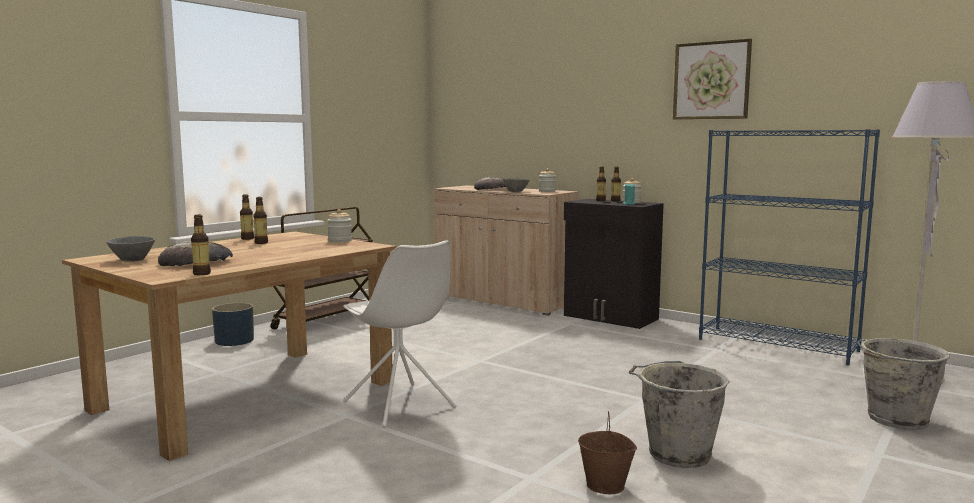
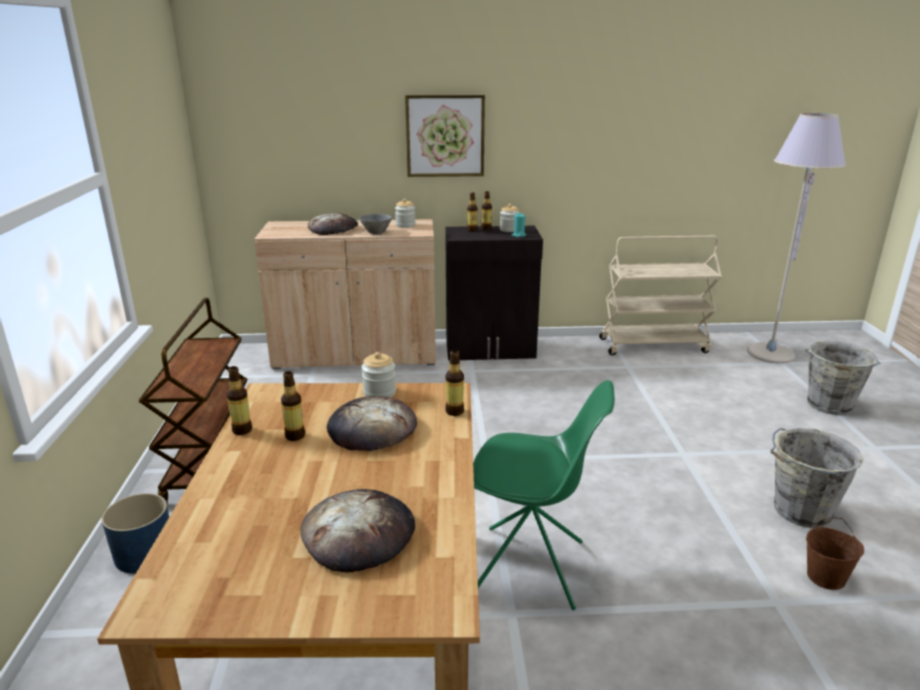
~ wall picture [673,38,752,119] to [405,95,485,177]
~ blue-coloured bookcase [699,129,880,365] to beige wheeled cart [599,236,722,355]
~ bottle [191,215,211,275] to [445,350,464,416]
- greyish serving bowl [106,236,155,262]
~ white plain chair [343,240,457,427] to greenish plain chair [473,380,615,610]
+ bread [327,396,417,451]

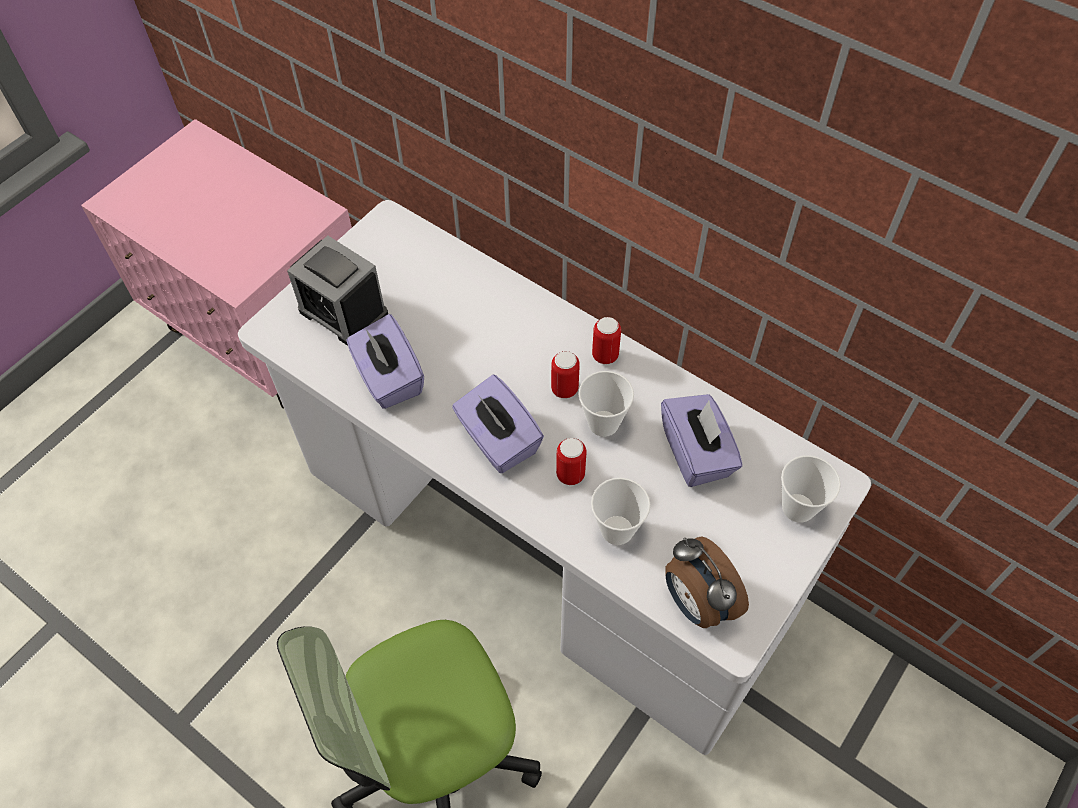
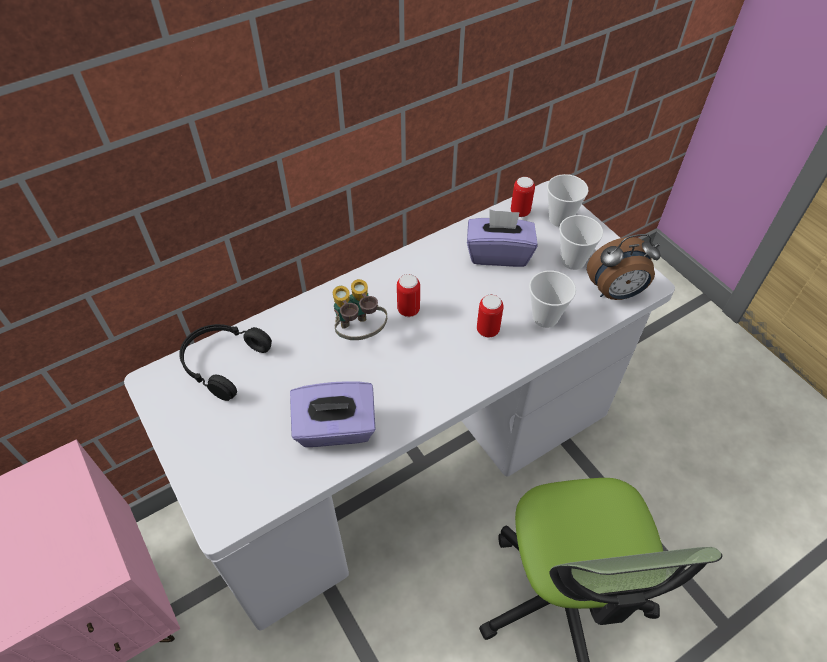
- alarm clock [287,236,388,346]
~ sealed can [592,317,621,364] to [511,177,535,217]
~ small cup [578,371,634,437] to [559,215,603,270]
- purple tissue holder [452,375,544,473]
+ binoculars [333,279,387,340]
+ blackish headset [179,324,272,401]

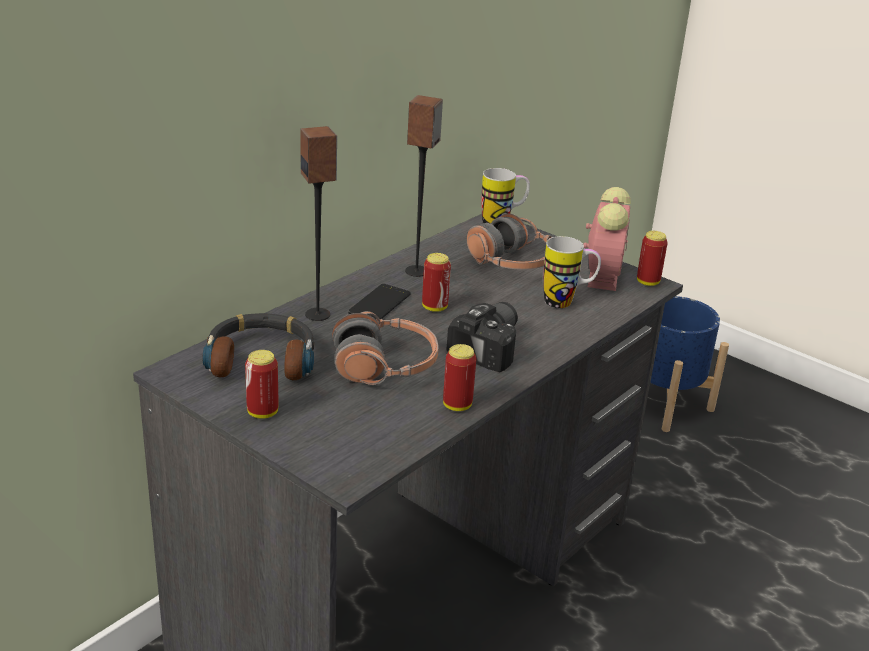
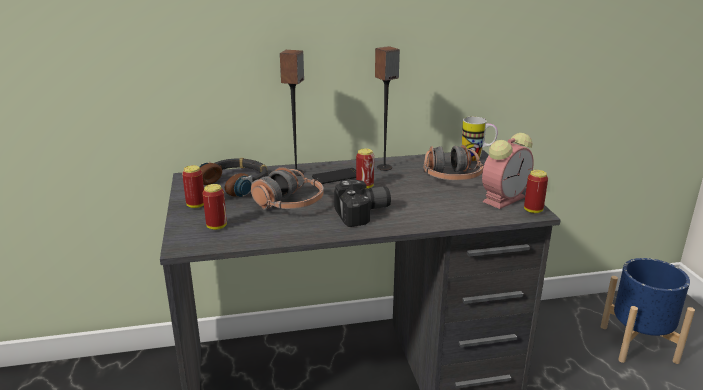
- coffee mug [543,236,601,308]
~ sealed can [443,344,476,411] to [203,184,227,230]

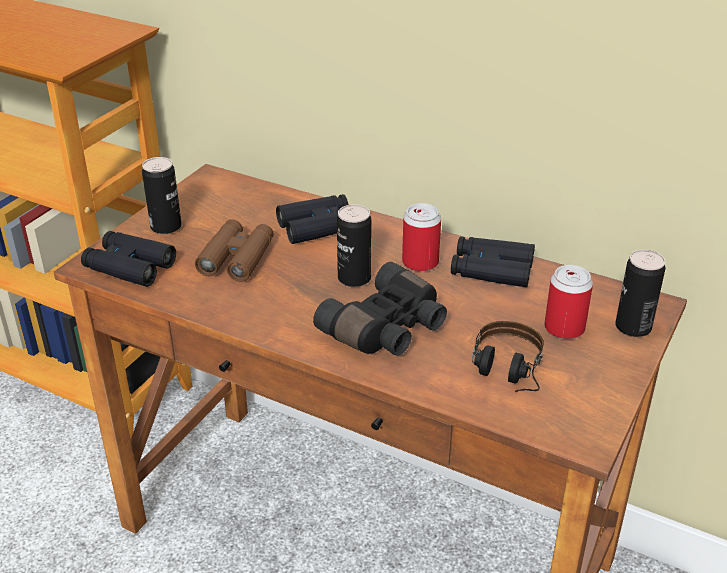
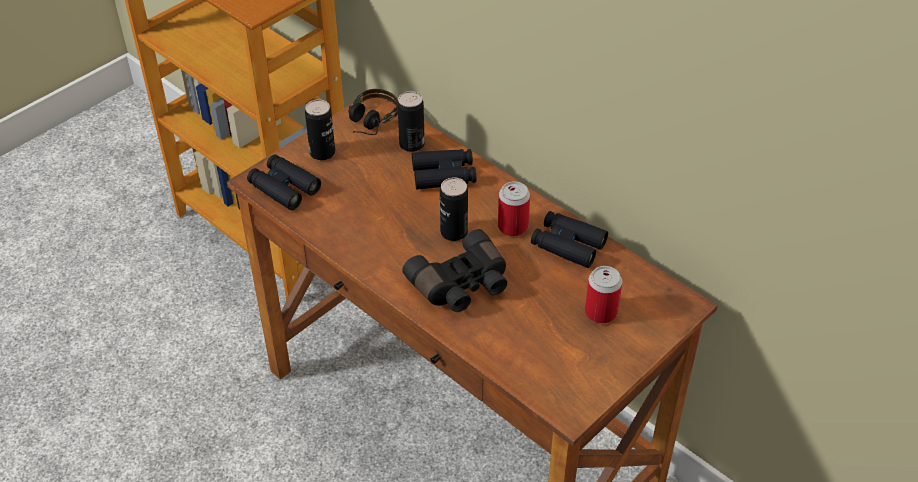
- brown binoculars [195,219,274,282]
~ sealed can [615,249,666,337] to [397,91,425,152]
~ headset [472,321,544,392] to [348,89,398,135]

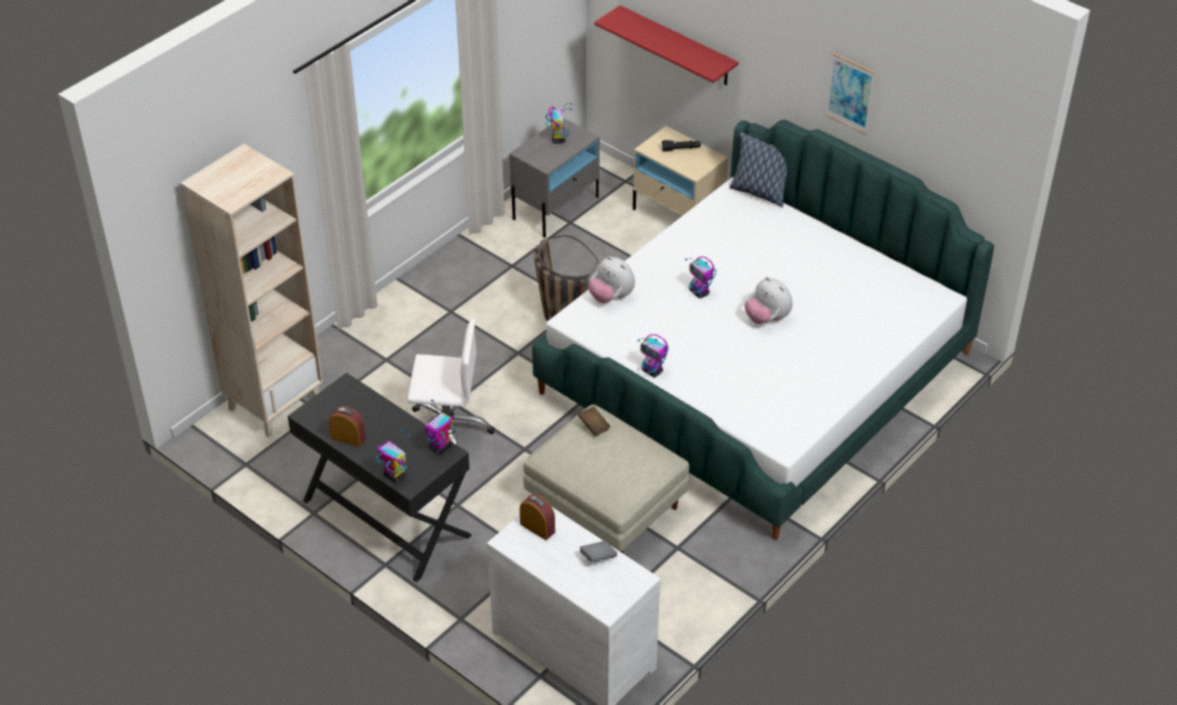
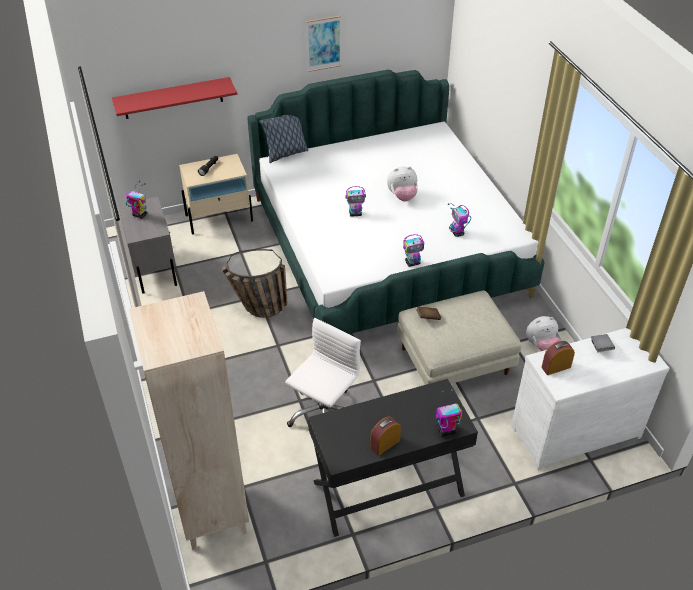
~ soft toy [588,256,635,303] to [526,316,561,351]
~ toy robot [423,399,456,455] to [448,203,471,237]

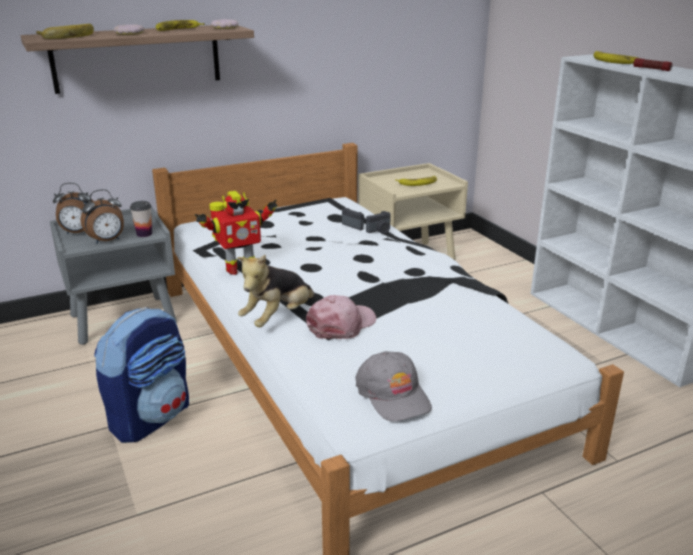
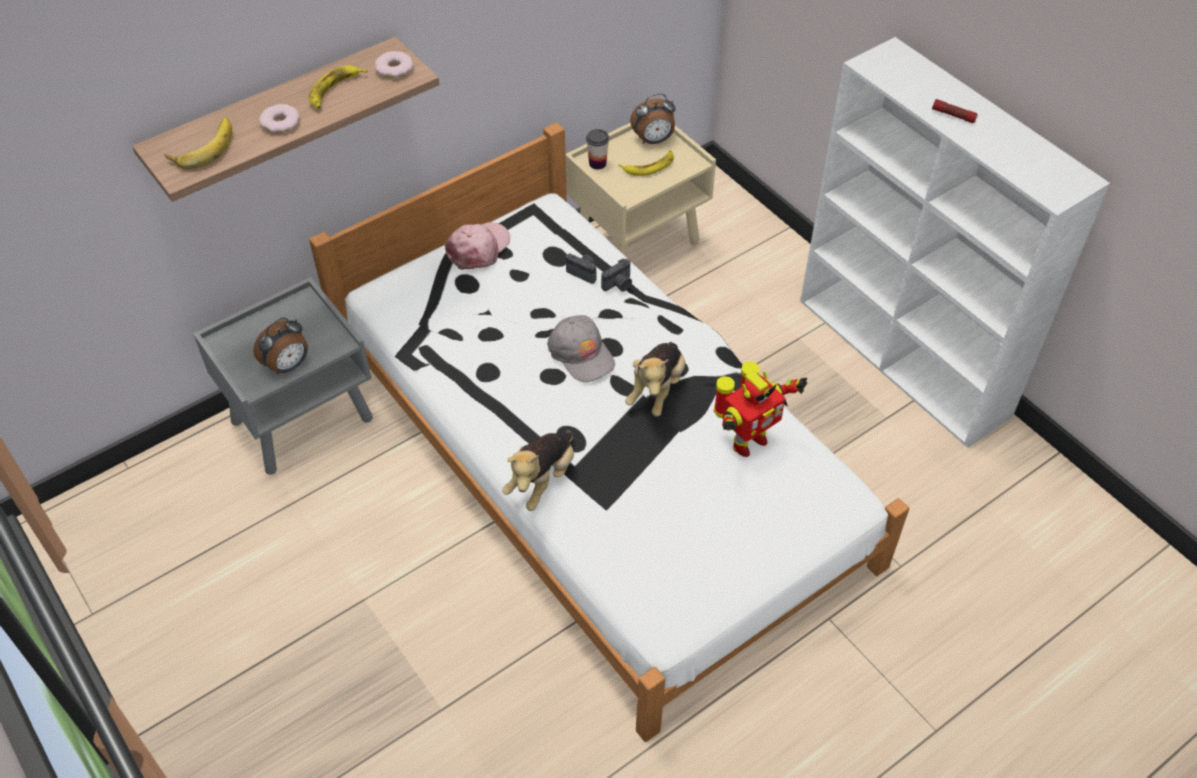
- banana [593,51,639,64]
~ alarm clock [53,183,94,234] to [630,94,676,144]
~ toy robot [195,191,278,275] to [714,361,807,457]
~ small cup [130,201,152,237] to [586,129,609,170]
~ pink-coloured peaked cap [306,295,376,339] to [445,222,510,270]
- backpack [94,307,189,443]
~ greyish peaked cap [356,351,432,421] to [547,315,615,382]
+ soft toy [625,342,685,417]

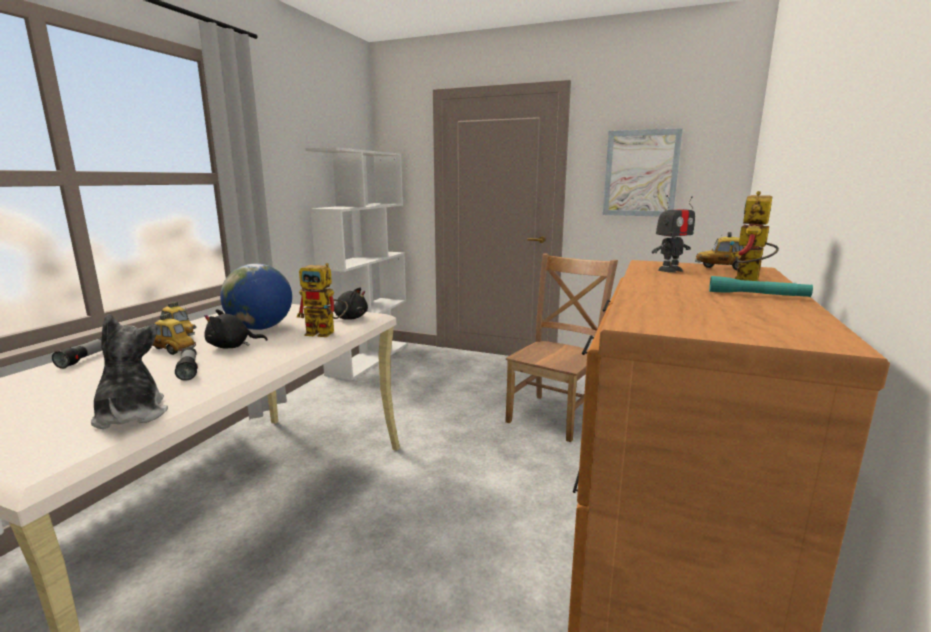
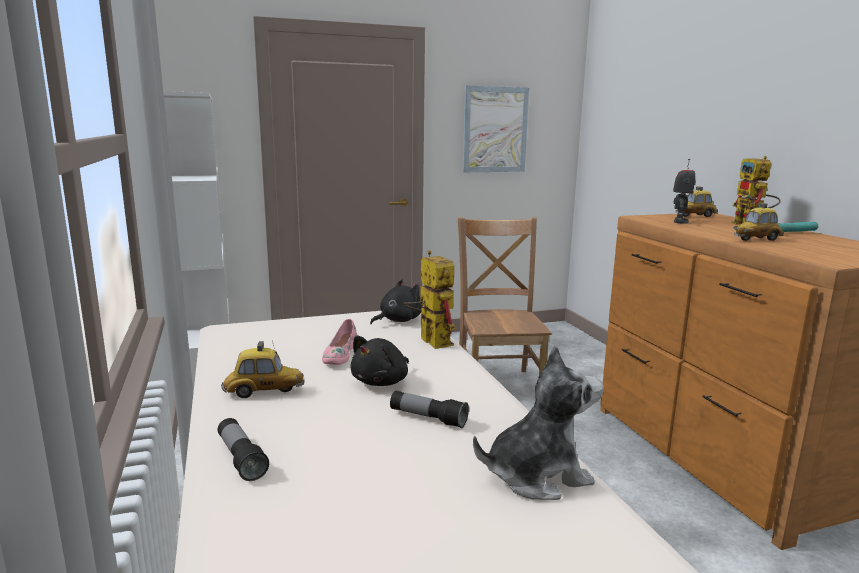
~ toy robot [297,263,348,337] = [404,251,456,349] 90 degrees counterclockwise
~ world globe [220,264,292,330] to pink-coloured item of footwear [322,319,357,365]
~ soft toy [91,314,168,429] = [473,345,603,500] 135 degrees clockwise
~ model car [152,314,196,355] to [734,203,784,241]

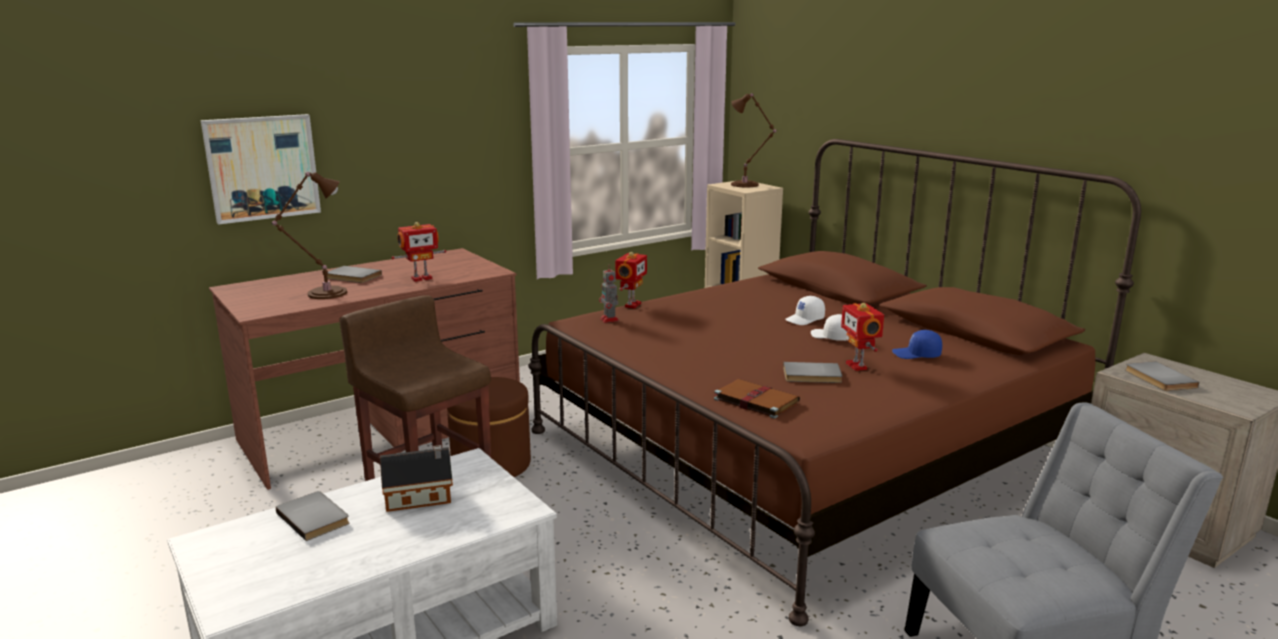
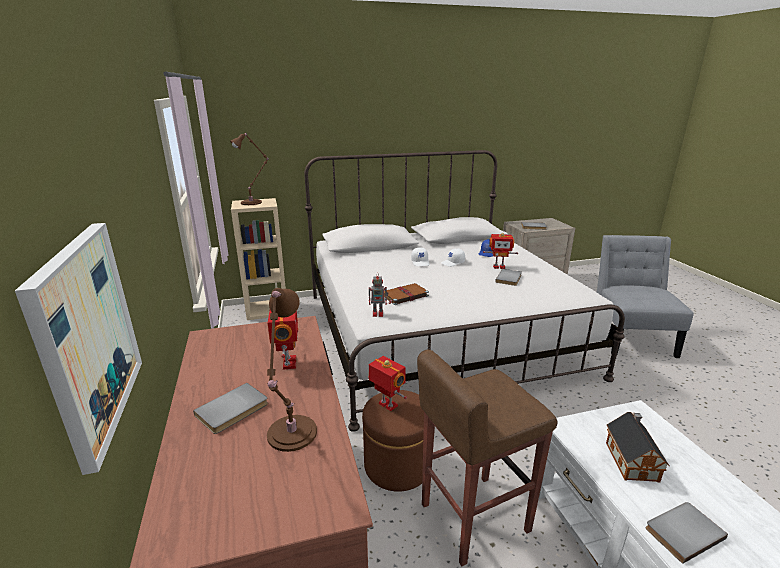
~ brown bed [528,139,1141,626] to white bed [304,150,625,432]
~ toy robot [615,252,647,308] to [368,356,407,411]
~ brown bound book [714,379,800,419] to [384,283,429,305]

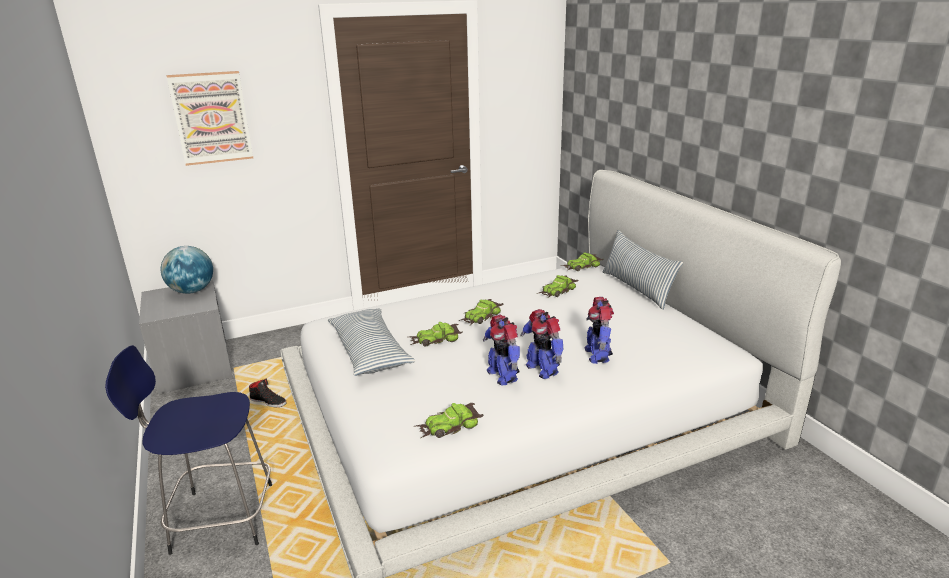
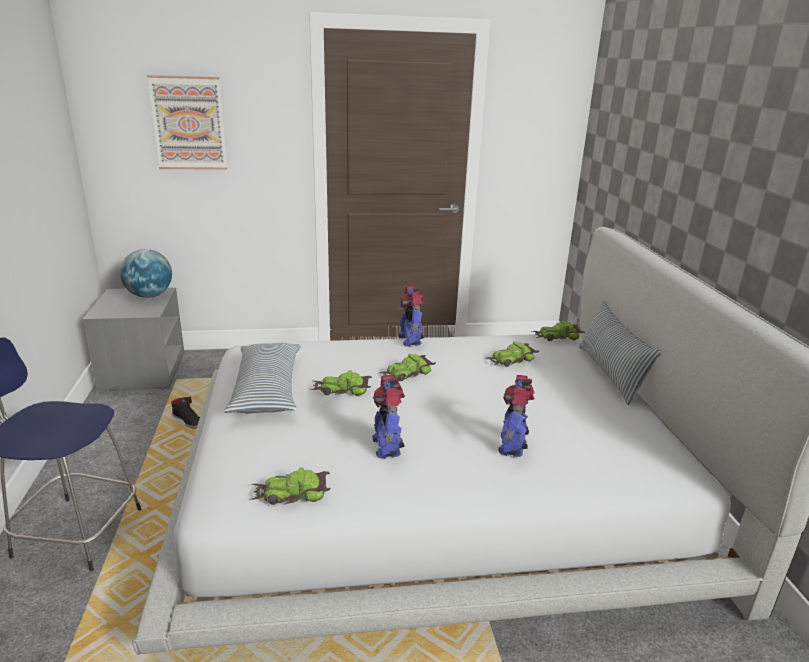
~ toy robot [520,309,563,379] to [398,286,424,347]

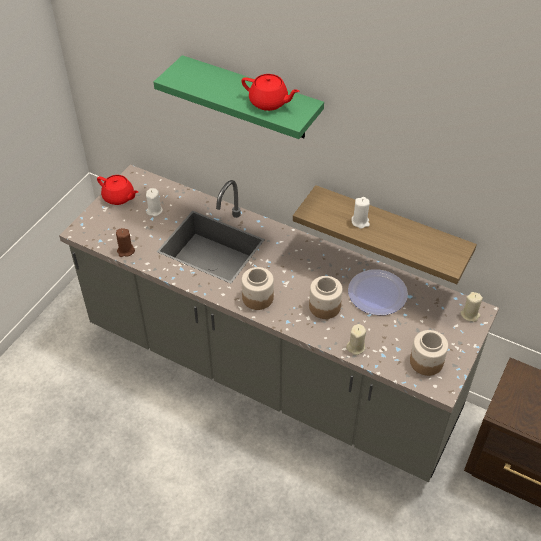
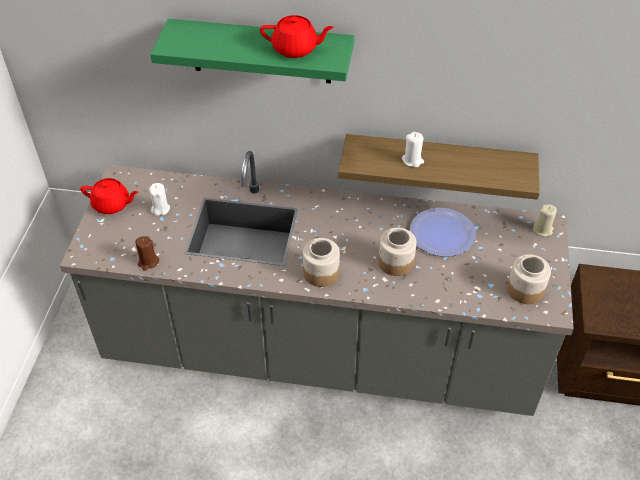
- beige candle [346,324,366,355]

